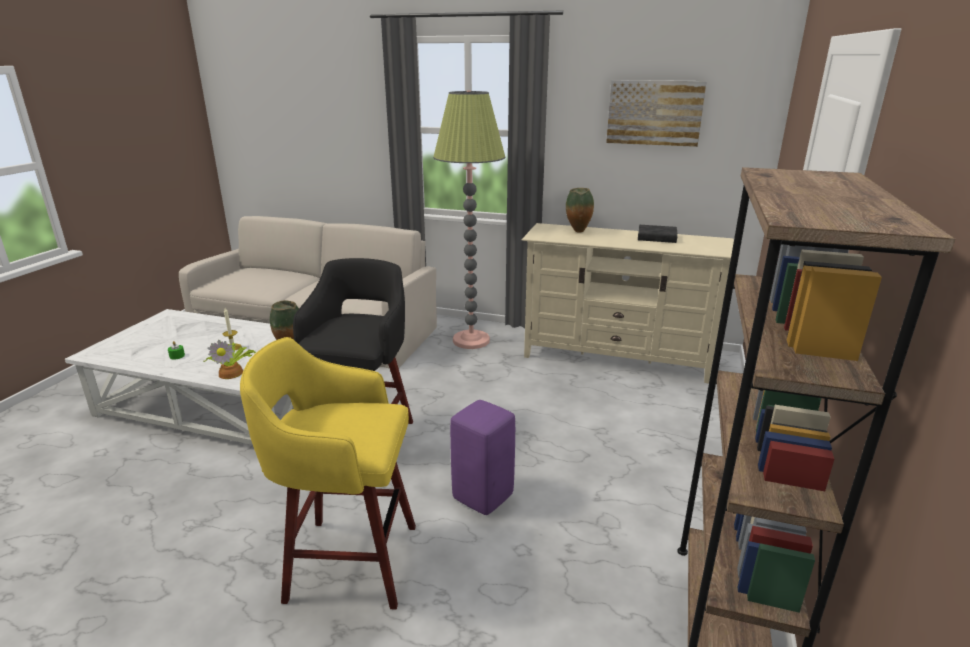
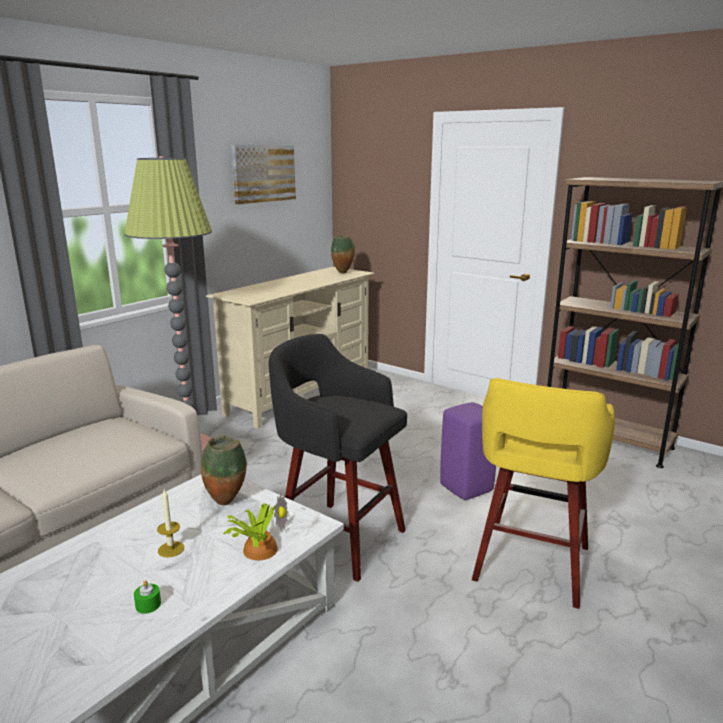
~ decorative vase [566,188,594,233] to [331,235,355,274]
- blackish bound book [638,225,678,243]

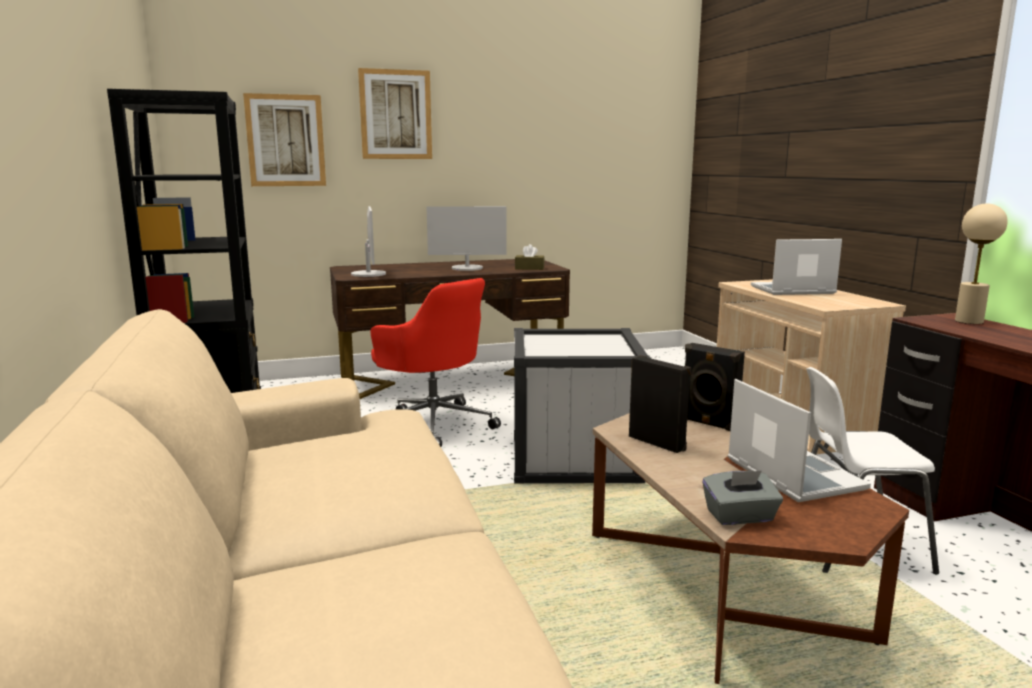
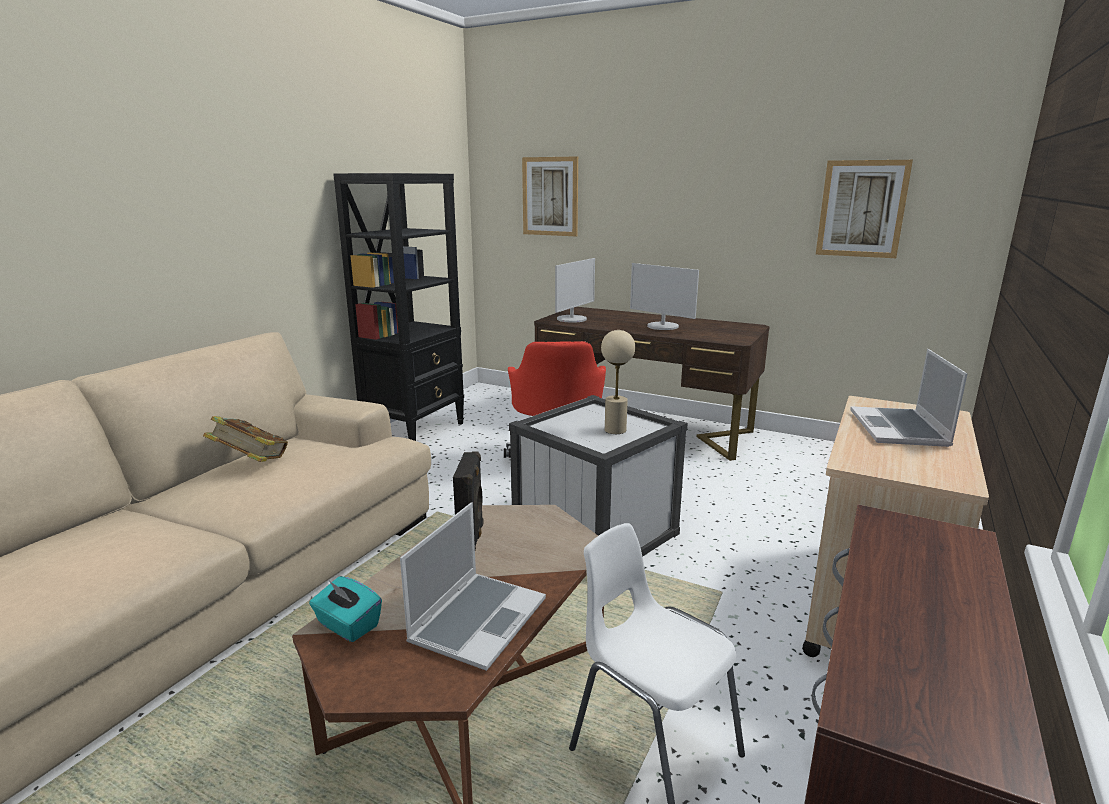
~ wall picture [358,68,432,159] to [816,160,913,258]
~ beige tabletop lamp [955,204,1008,324] to [601,330,635,434]
~ laptop [751,239,842,295] = [850,349,967,447] 120 degrees counterclockwise
- brown tissue holder [515,244,545,270]
- blackish loudspeaker [685,343,745,431]
~ greyish tissue holder [703,471,783,525] to blue-green tissue holder [309,576,382,642]
+ bound book [203,416,288,462]

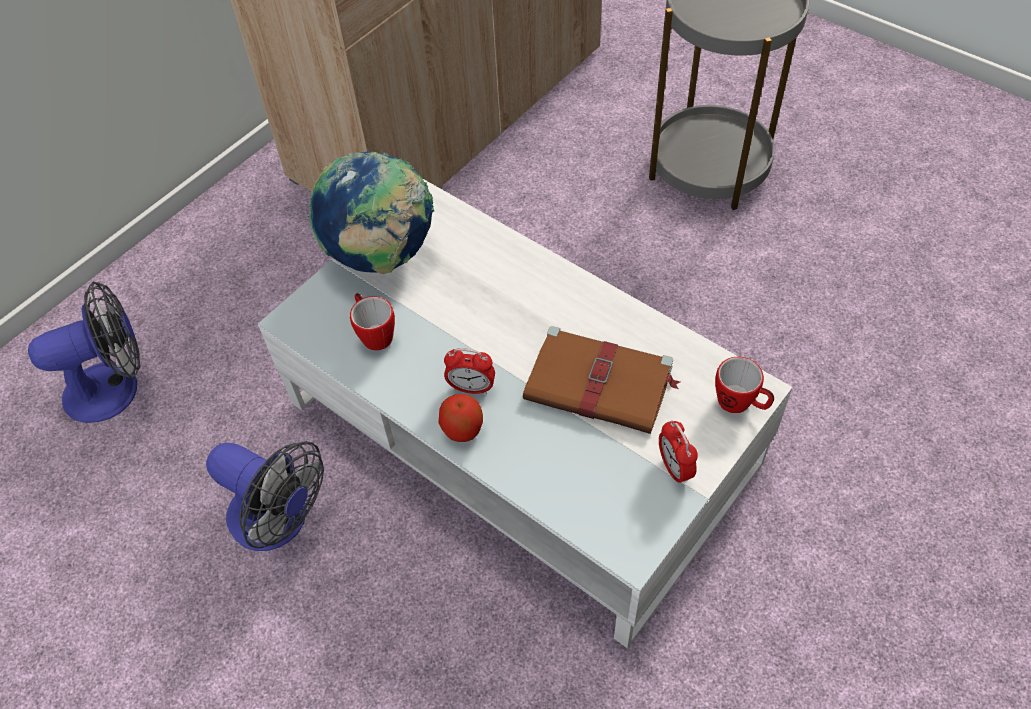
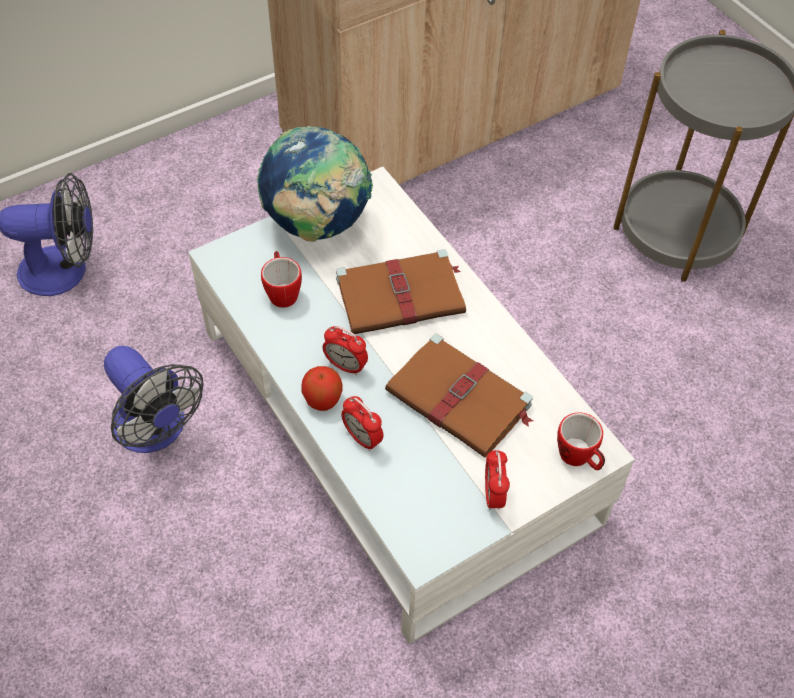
+ brown bound book [336,249,466,334]
+ alarm clock [341,396,383,451]

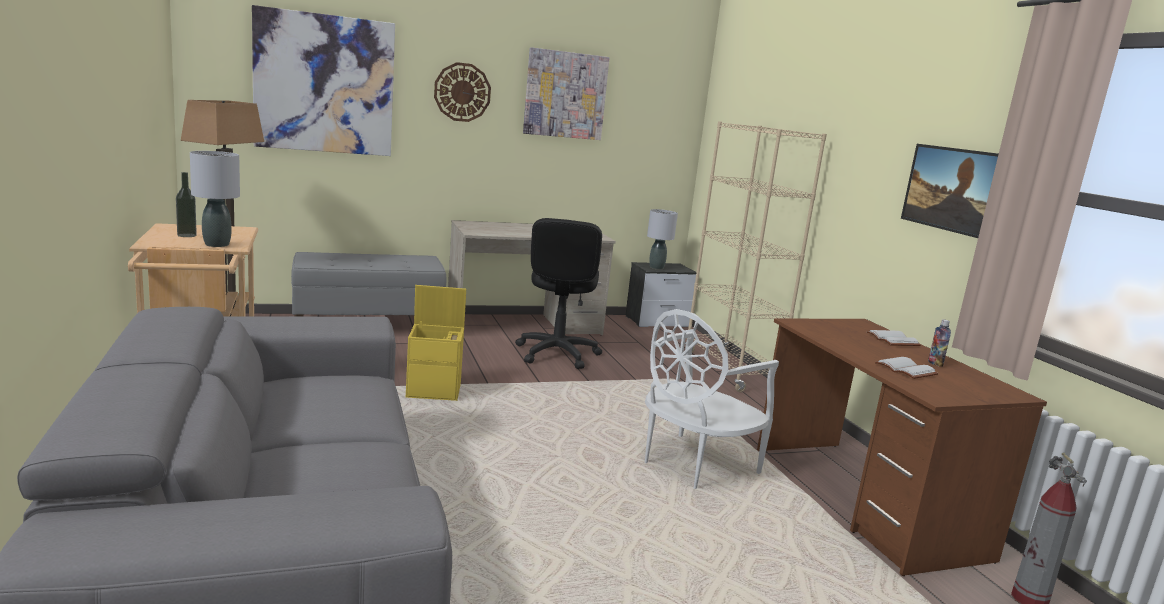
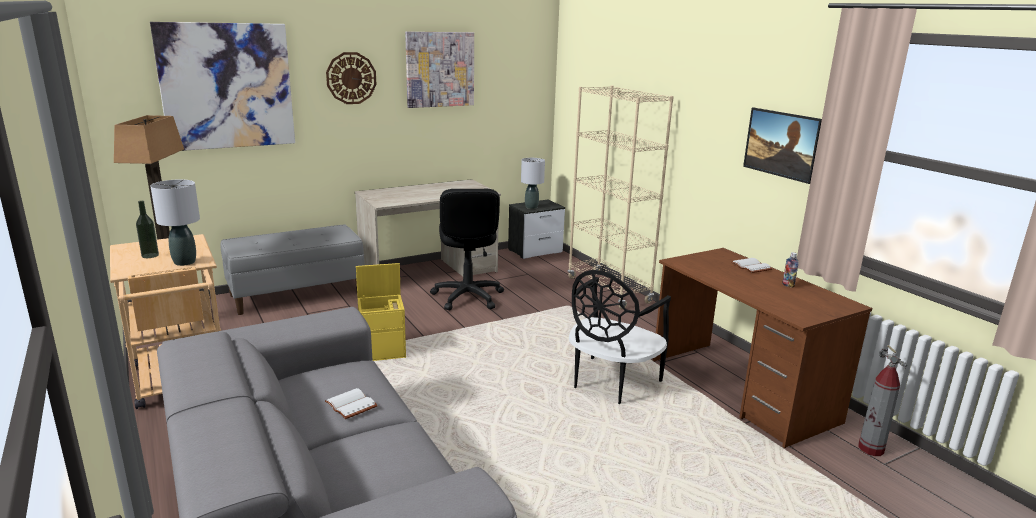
~ white plain chair [645,309,779,489] to blackish plain chair [569,270,671,404]
~ white bound book [875,357,939,379] to [325,388,378,419]

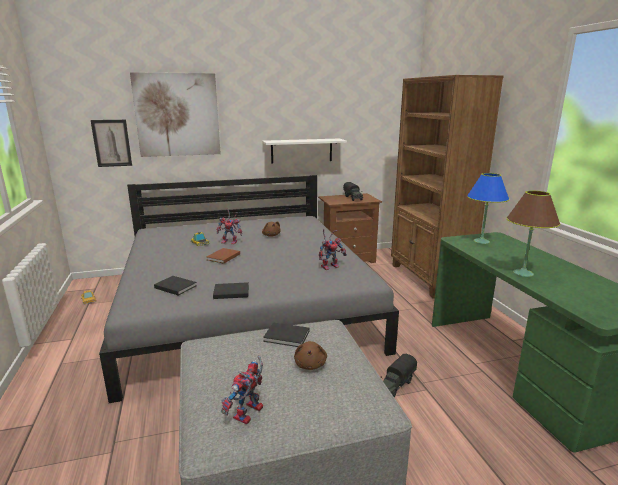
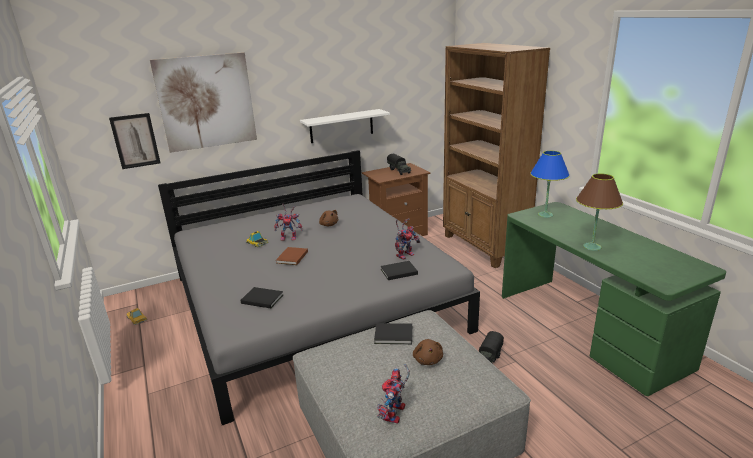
~ blackish bound book [213,282,249,299] to [381,261,418,280]

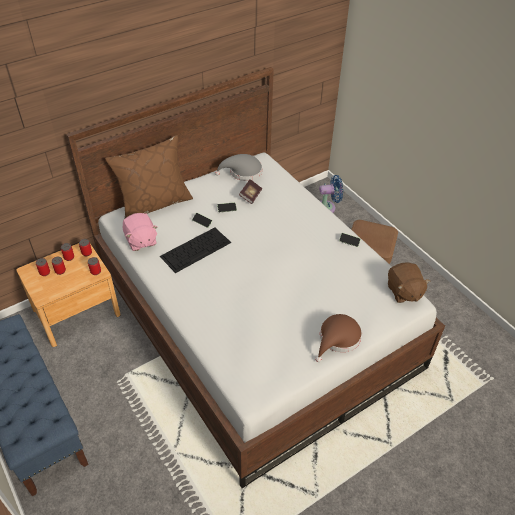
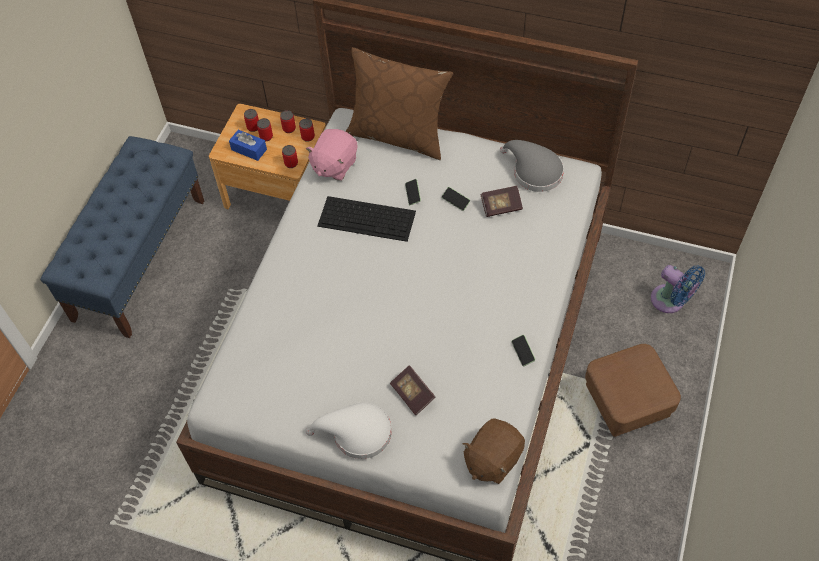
~ brown hat [315,314,362,362] to white hat [306,402,391,459]
+ blue-coloured tissue holder [229,130,267,161]
+ bound book [390,366,436,415]

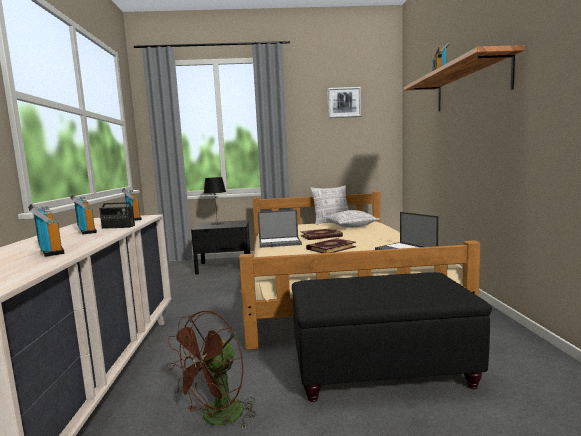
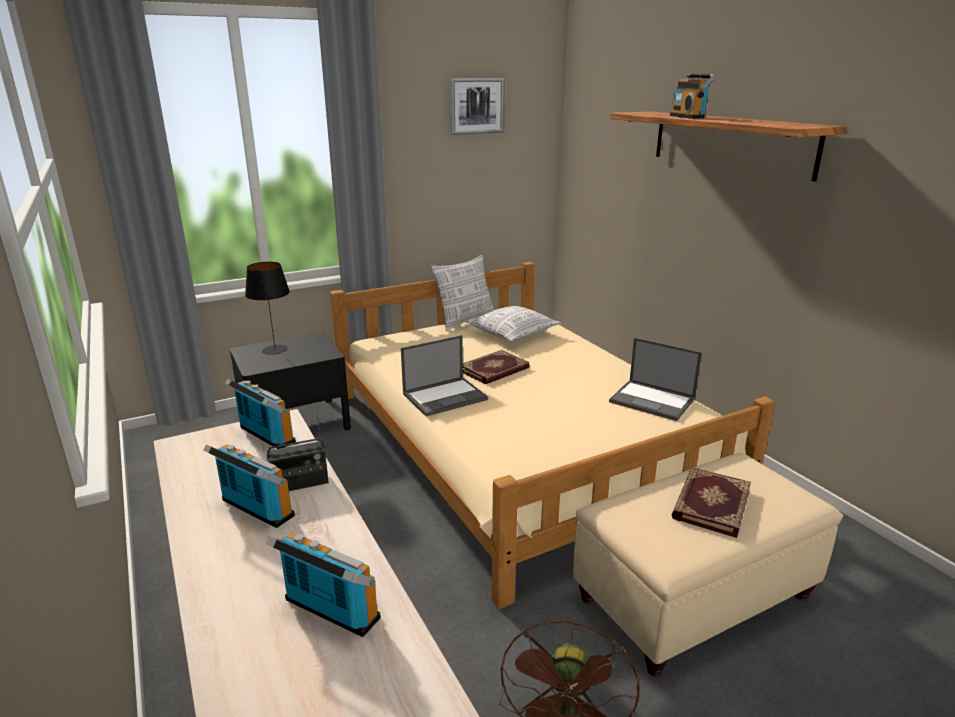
~ bound book [306,238,356,253] to [672,468,751,538]
~ blackish footrest [292,272,492,402] to beige footrest [573,453,843,676]

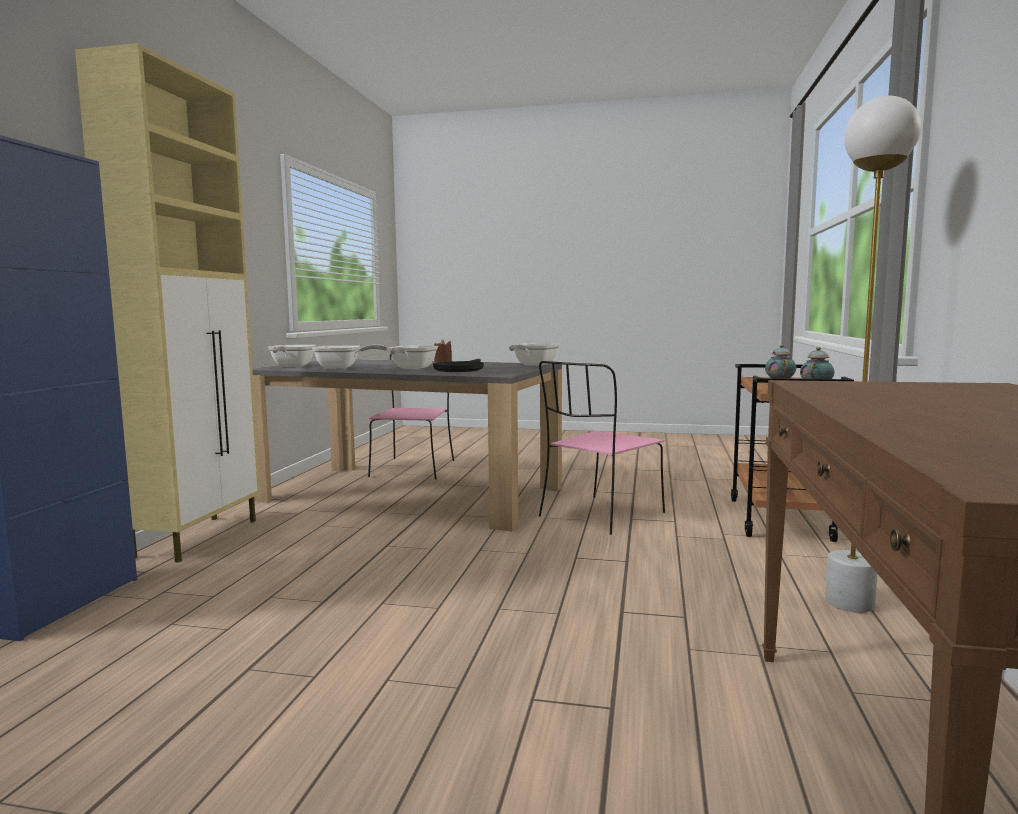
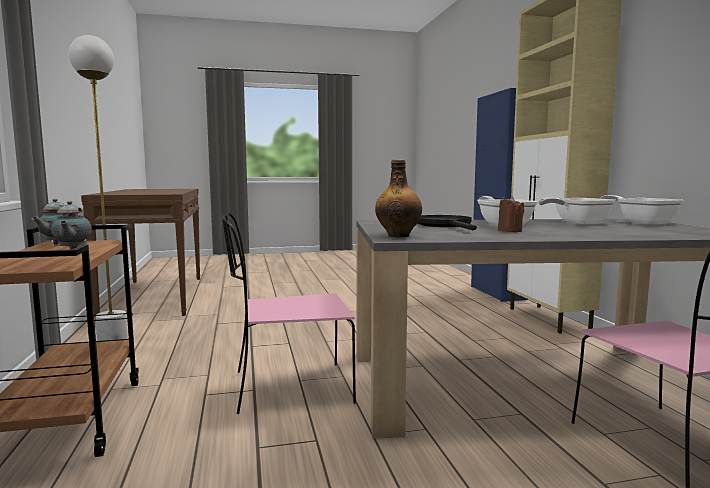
~ frying pan [509,343,560,366] to bottle [375,159,422,237]
~ pink-coloured plain chair [539,361,665,535] = [222,213,356,414] 120 degrees counterclockwise

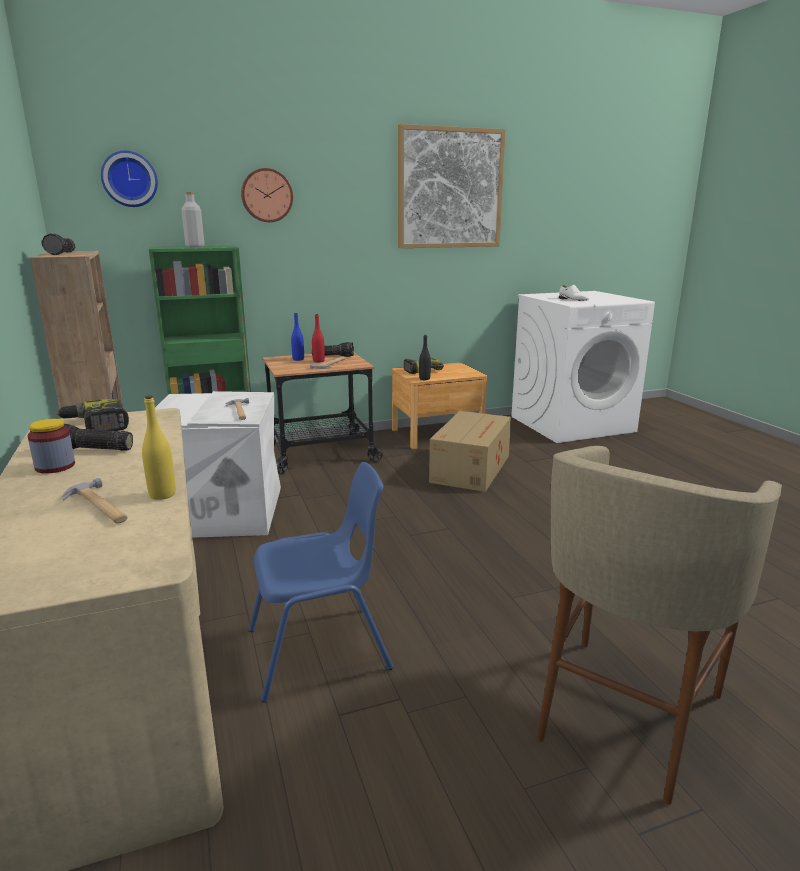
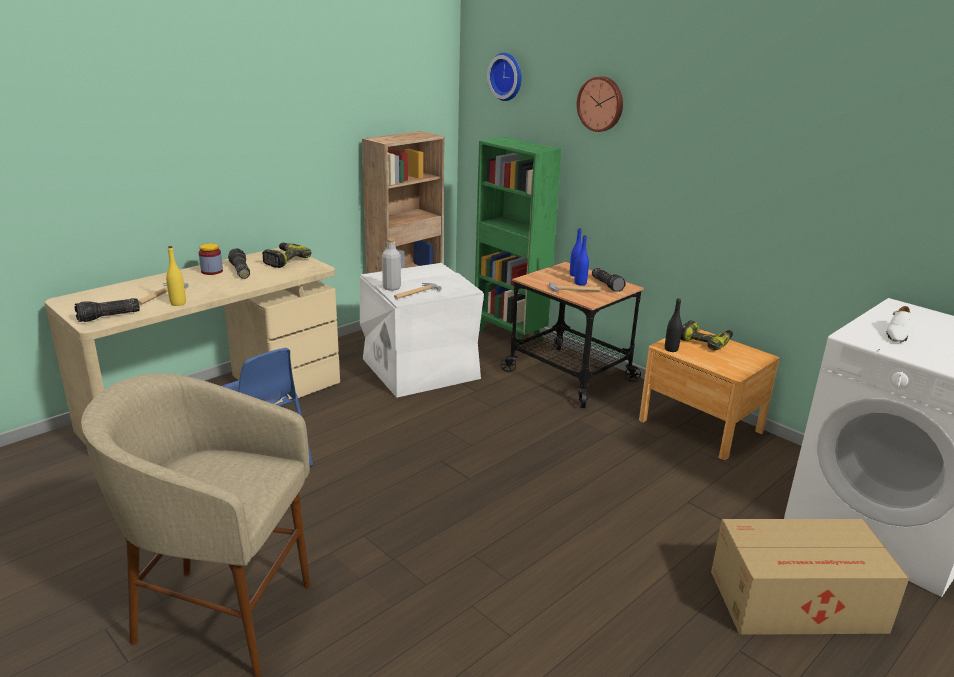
- wall picture [398,124,506,248]
~ greyish bottle [181,192,205,247] to [382,238,401,291]
~ flashlight [42,234,76,255] to [75,298,140,322]
~ red bottle [312,314,325,362] to blue-coloured bottle [575,235,589,285]
~ cardboard box [429,411,511,492] to [711,519,909,635]

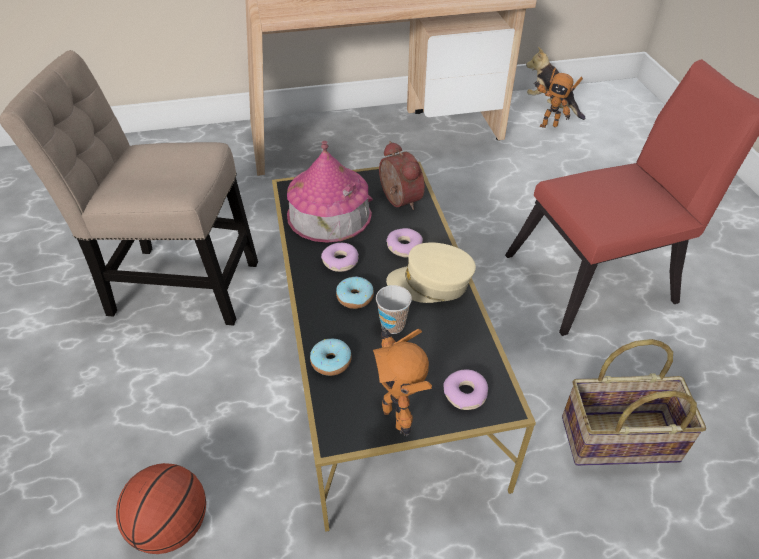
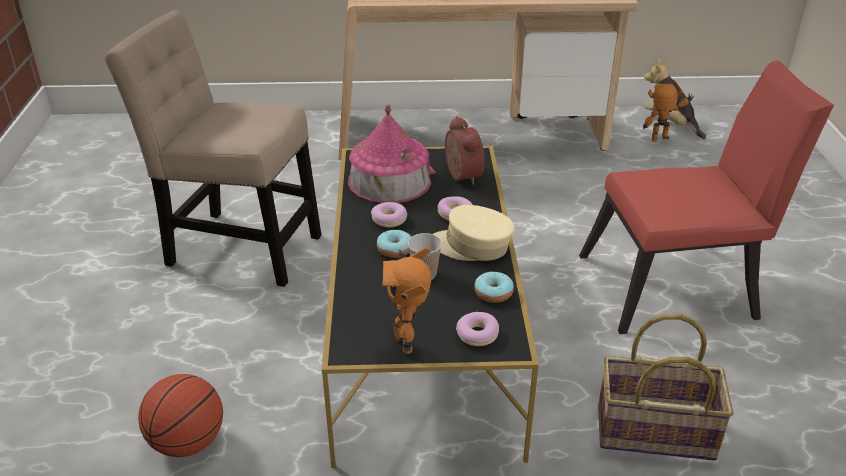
~ toy robot [534,68,583,128] = [643,84,694,141] 150 degrees clockwise
~ donut [310,339,352,376] to [474,271,514,303]

